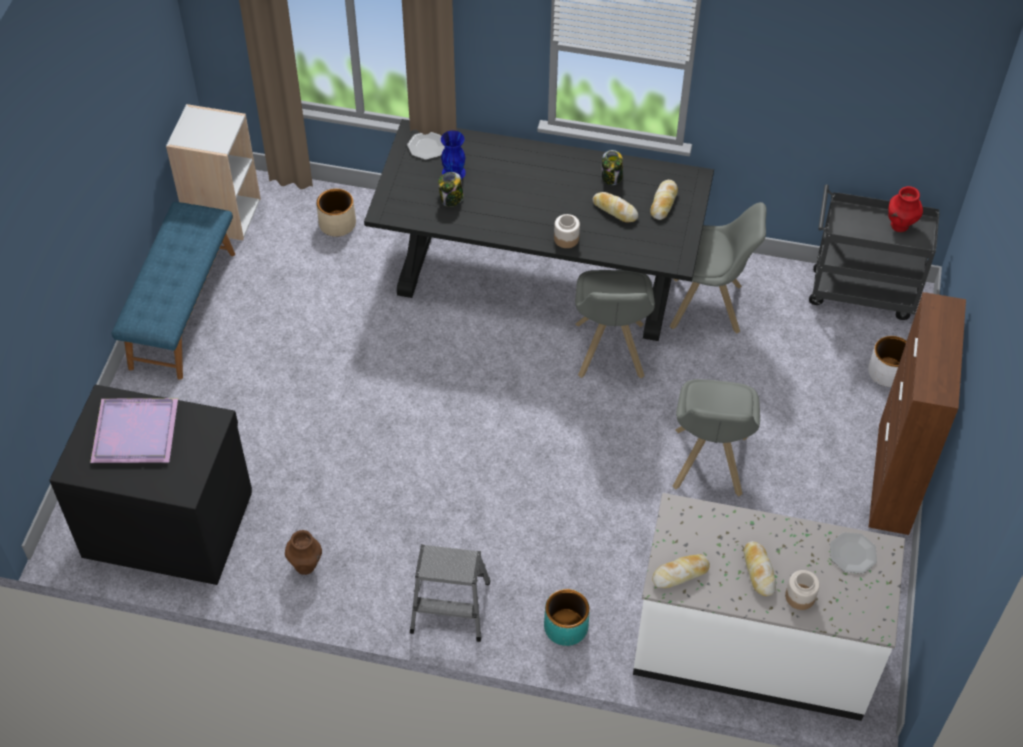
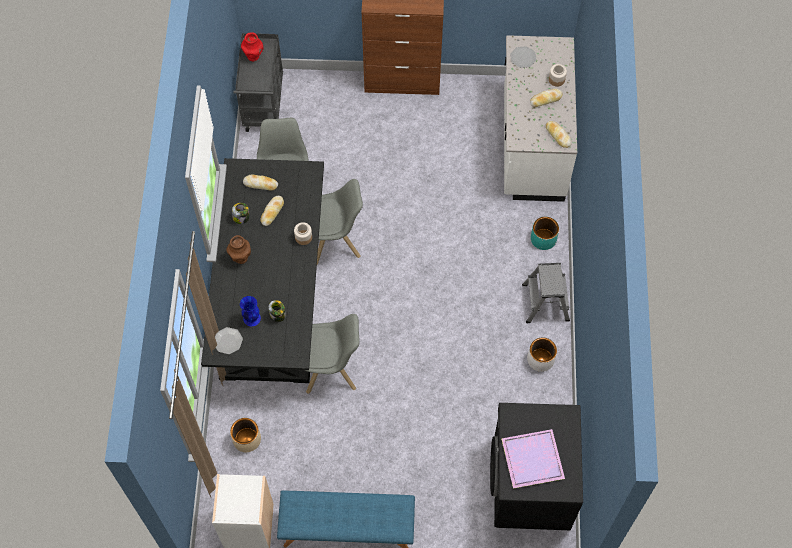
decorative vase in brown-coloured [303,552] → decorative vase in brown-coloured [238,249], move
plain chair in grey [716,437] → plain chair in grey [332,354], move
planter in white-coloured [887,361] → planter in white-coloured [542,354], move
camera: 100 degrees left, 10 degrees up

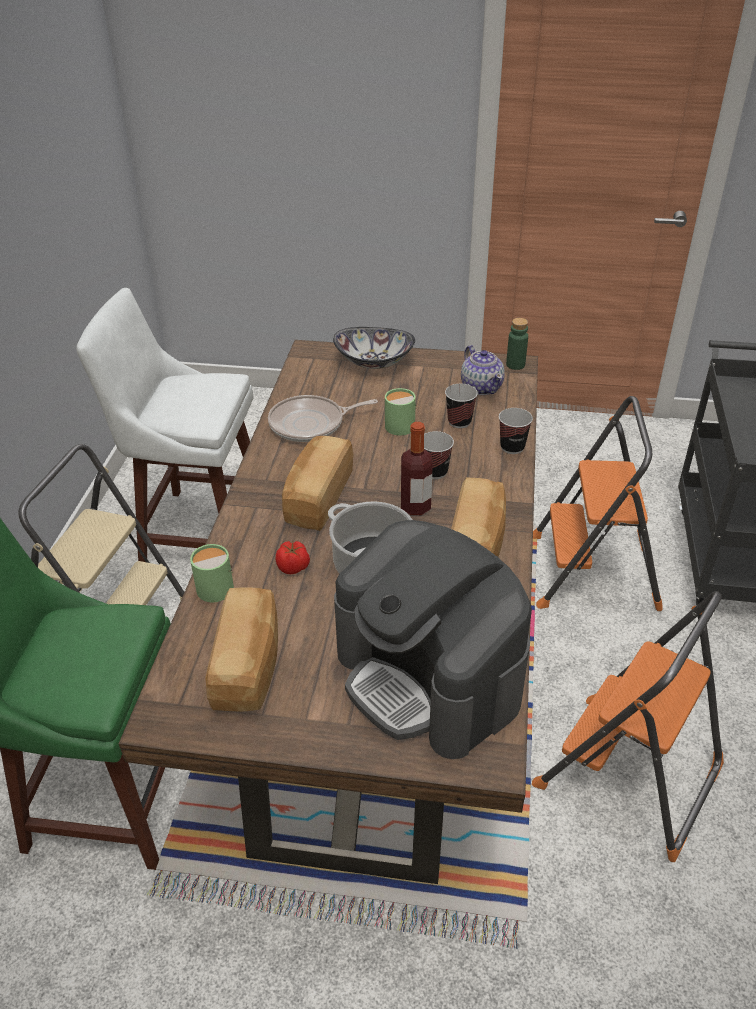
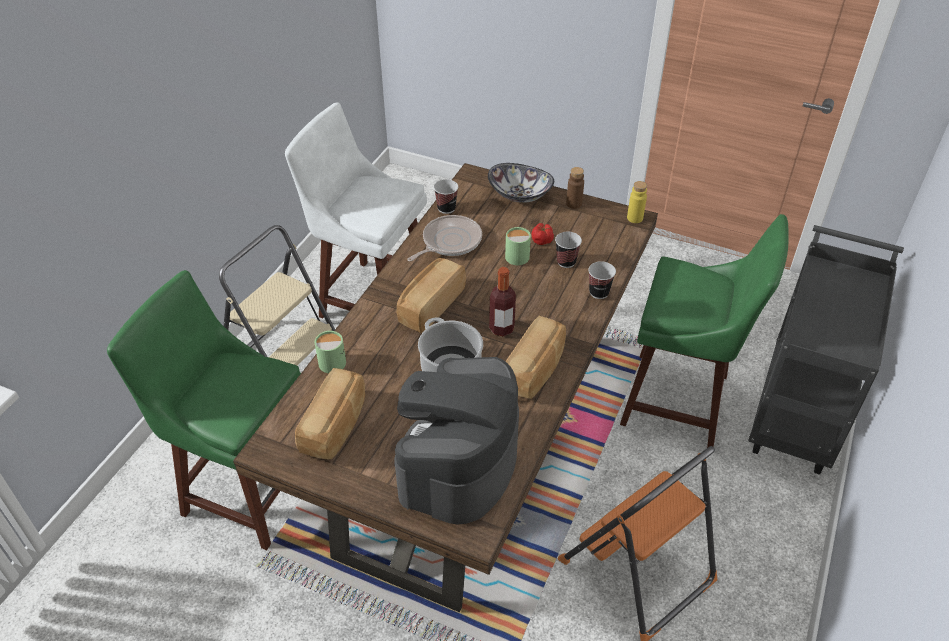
coffee brewer [433,639] → coffee brewer [456,441], 45 degrees clockwise
frying pan [323,418] → frying pan [444,238], 135 degrees clockwise
drinking cup [439,455] → drinking cup [446,196], move
tomato [293,557] → tomato [543,234], move
- → beverage bottle in brown-coloured [575,188]
step stool in orange [598,503] → plain chair in green-coloured [704,331]
beverage bottle in green-coloured [517,344] → beverage bottle in yellow-coloured [637,202]
pot for tea [483,370] → -
camera: 15 degrees right, 5 degrees up

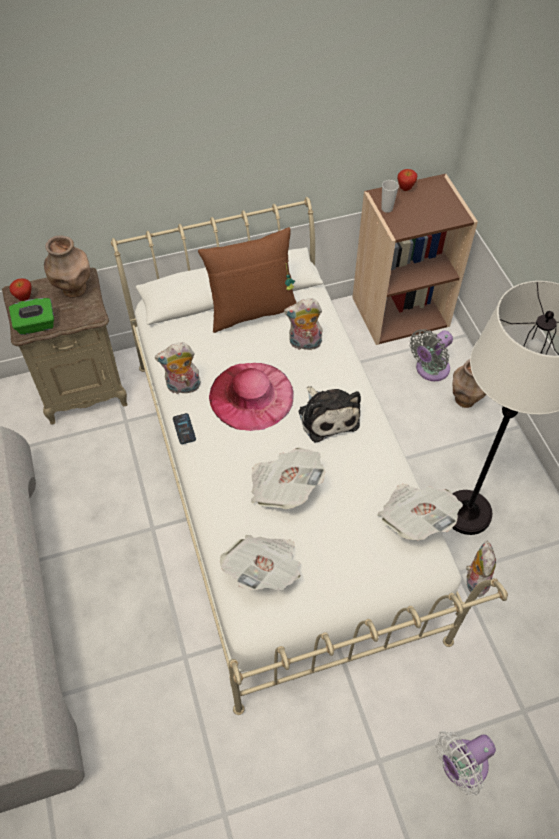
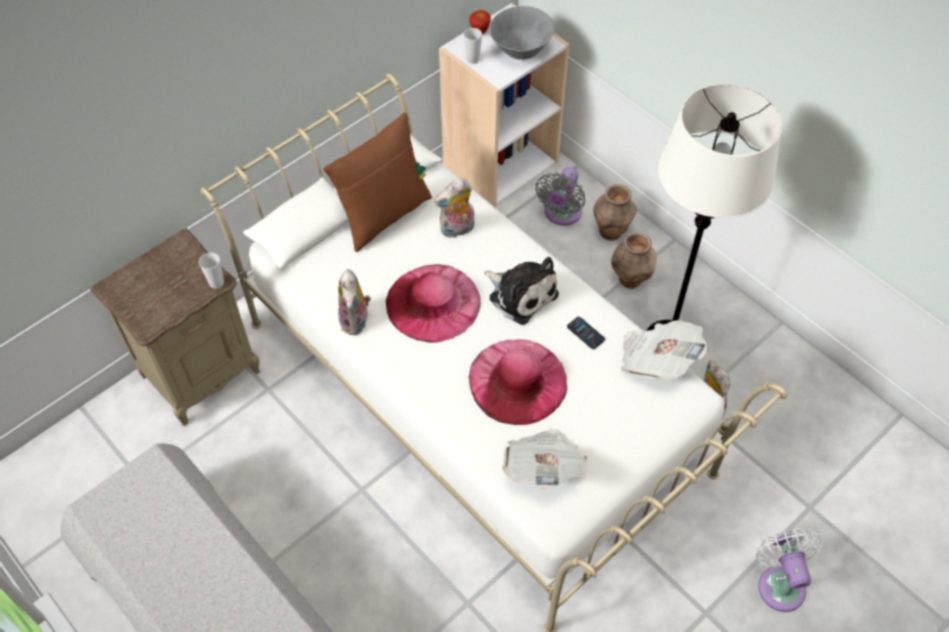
- → drinking cup [211,271]
plush toy [178,368] → plush toy [354,302], 60 degrees counterclockwise
bookshelf in brown-coloured [415,259] → bookshelf in white-coloured [504,105]
printed paper [288,478] → hat in pink [518,382]
- → serving bowl in grey [522,33]
telephone [184,428] → telephone [586,333], move
decorative vase in brown-coloured [67,267] → decorative vase in brown-coloured [634,260], move
electric fan in white-coloured [465,763] → electric fan in white-coloured [789,570], 135 degrees clockwise
apple [20,290] → -
tissue box in green-coloured [31,316] → -
camera: 25 degrees left, 0 degrees up

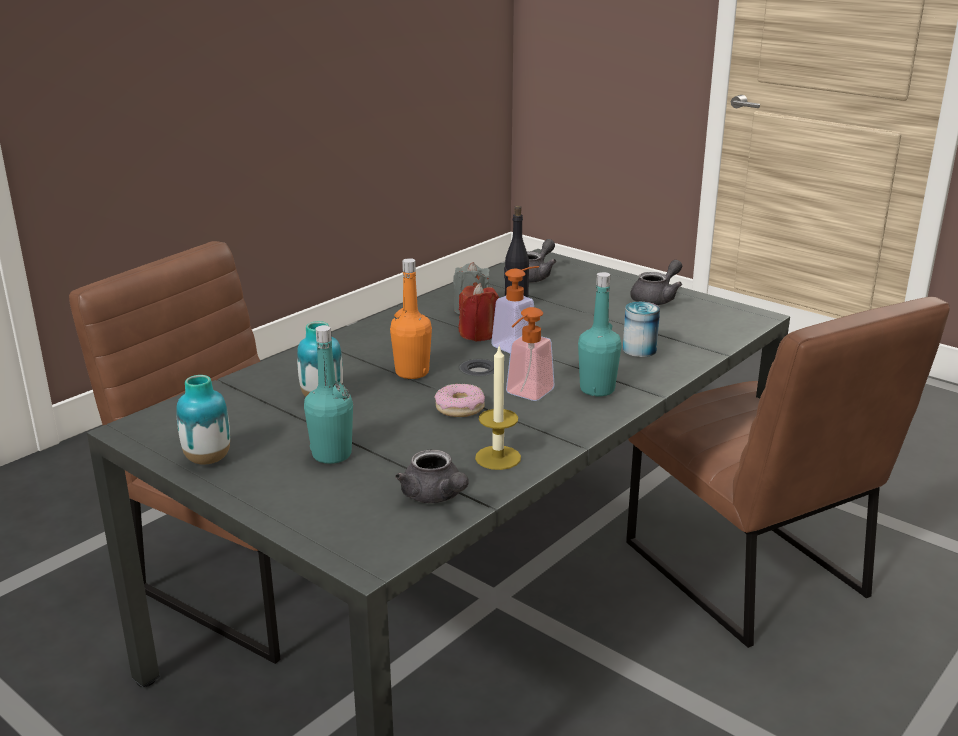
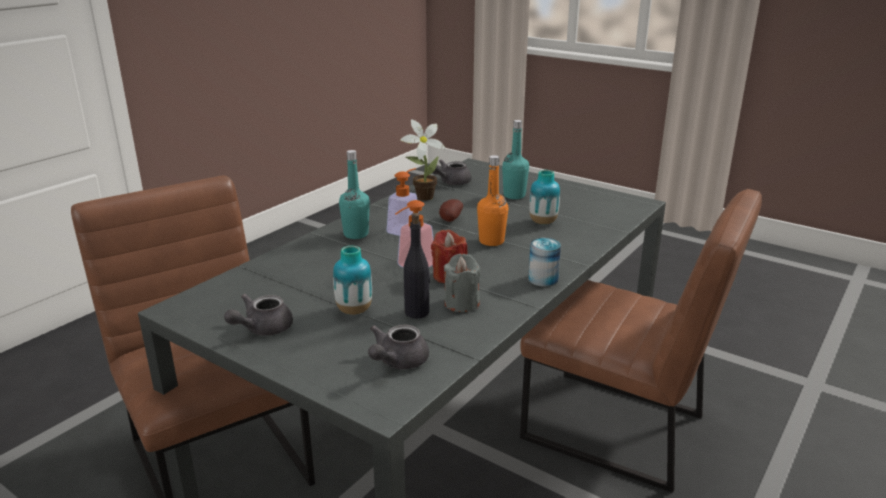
decorative vase [203,420] → decorative vase [352,280], move
candle [498,408] → plant in a pot [423,159]
pot for tea in grey [432,476] → pot for tea in grey [452,172], 90 degrees counterclockwise
donut [459,400] → spud [451,210]
can [641,329] → can [544,262], move
camera: 175 degrees right, 0 degrees up

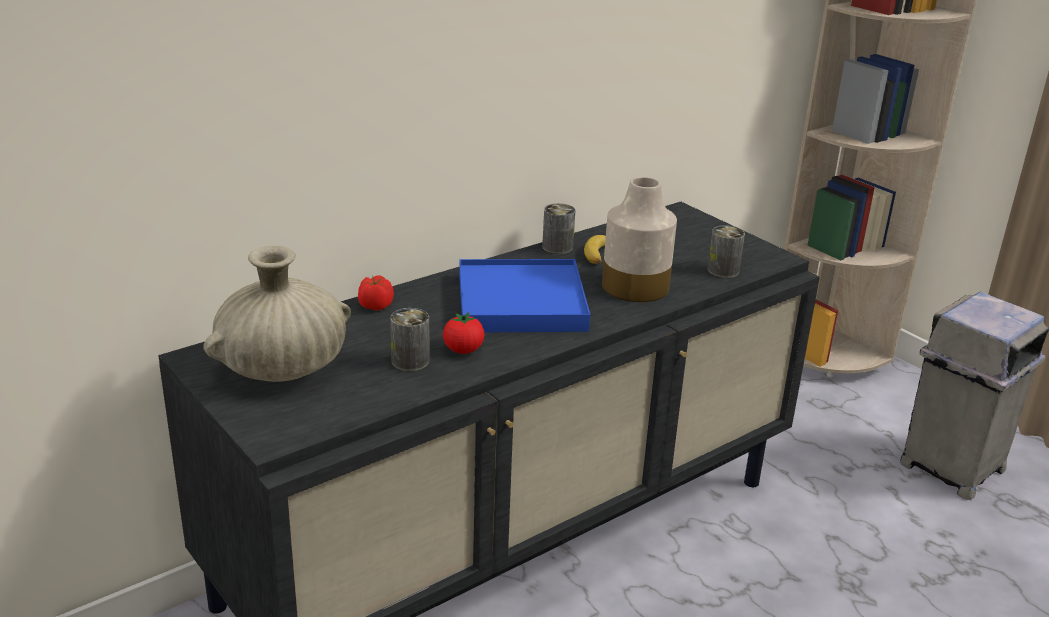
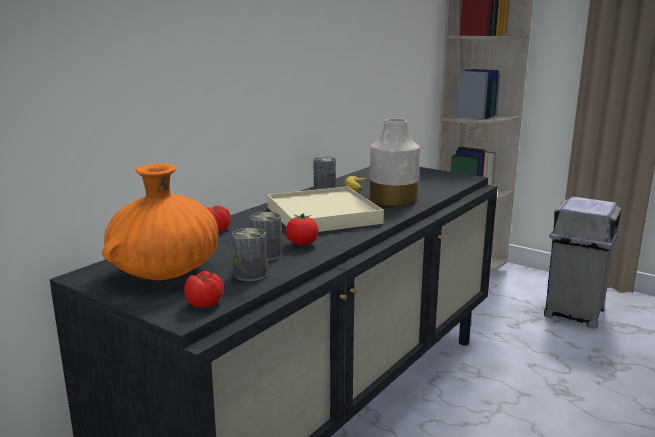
decorative vase in sand-coloured [277,314] → decorative vase in orange [160,221]
- → tomato [203,289]
can [726,251] → can [249,254], move
carrying tray in bluish [524,295] → carrying tray in sand-coloured [325,209]
camera: 15 degrees left, 10 degrees down

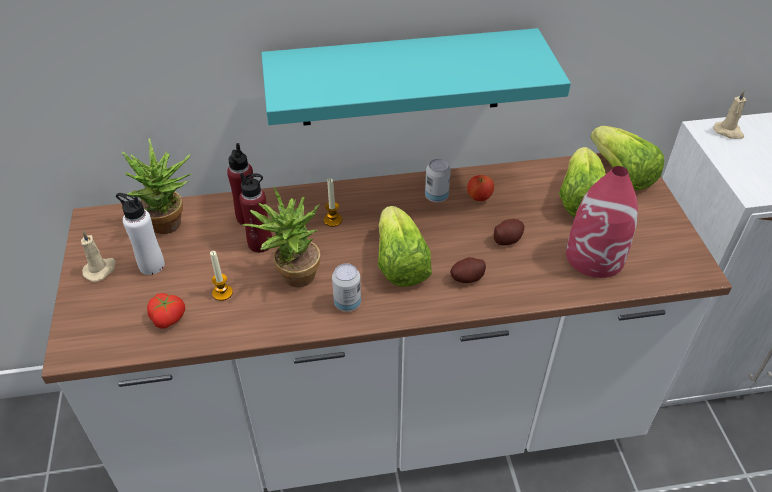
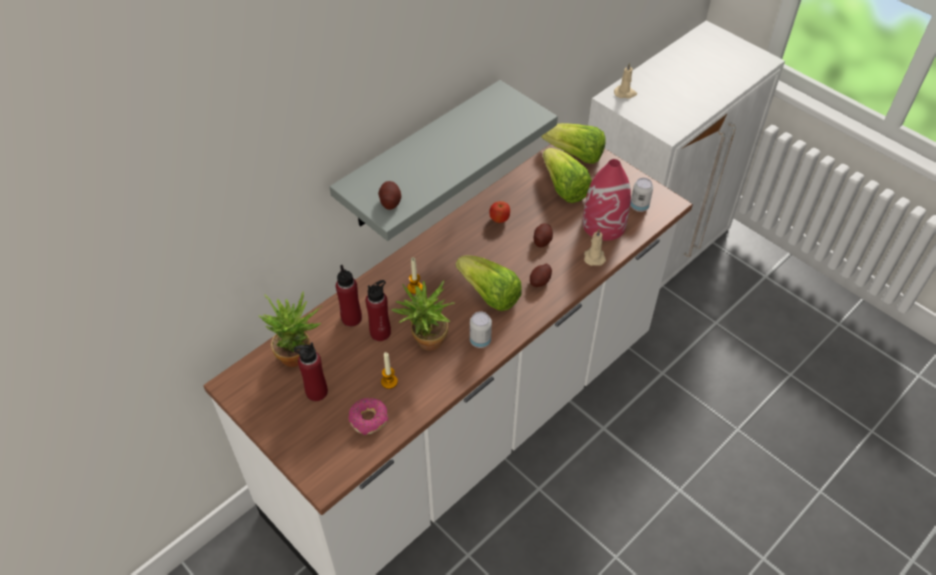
beverage bottle in white-coloured [140,234] → beverage bottle in red-coloured [311,371]
shelf in turquoise [416,77] → shelf in grey [443,160]
tomato [166,311] → donut [368,416]
- → spud [389,195]
candle in sand-coloured [98,256] → candle in sand-coloured [595,247], move
can [438,180] → can [641,195], move
camera: 35 degrees left, 5 degrees up

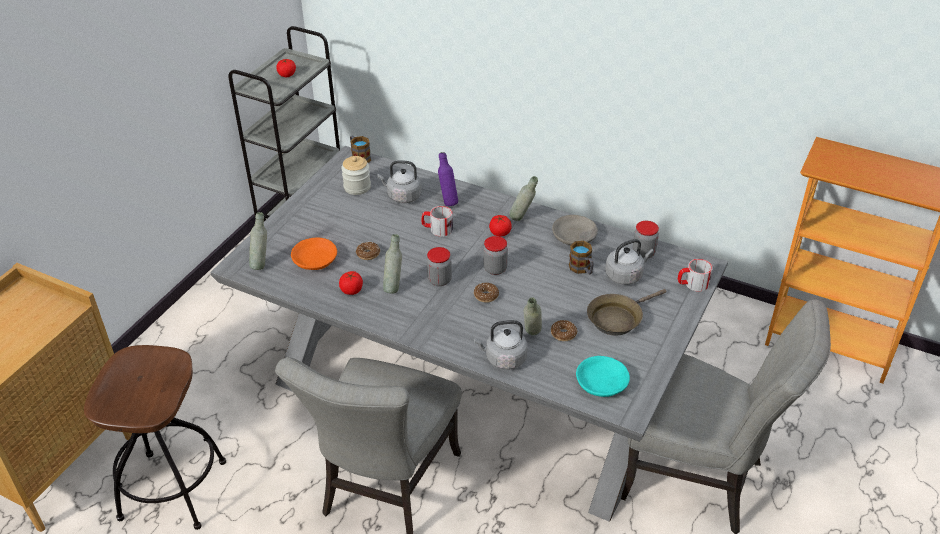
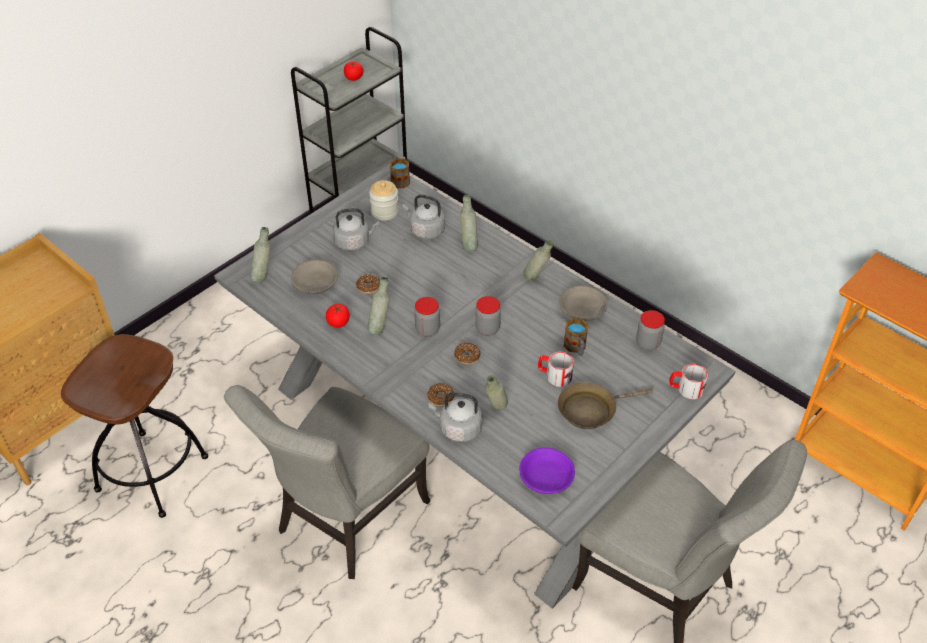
serving bowl in orange [314,254] → serving bowl in grey [314,277]
tea kettle in grey [629,262] → tea kettle in grey [356,229], move
donut [564,330] → donut [440,394], move
beverage bottle in purplish [448,179] → beverage bottle in grey [469,223]
serving bowl in turquoise [603,376] → serving bowl in purplish [547,471]
coffee mug [437,221] → coffee mug [556,369], move
tomato [500,226] → -
camera: 15 degrees right, 5 degrees up

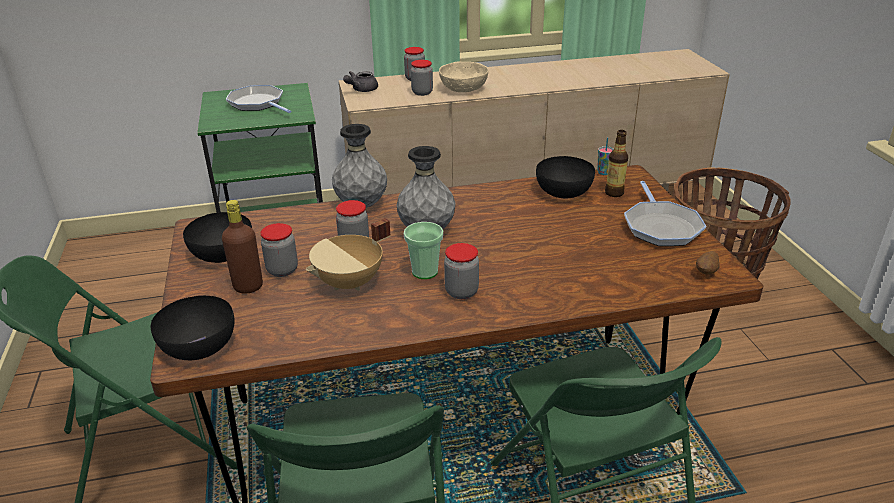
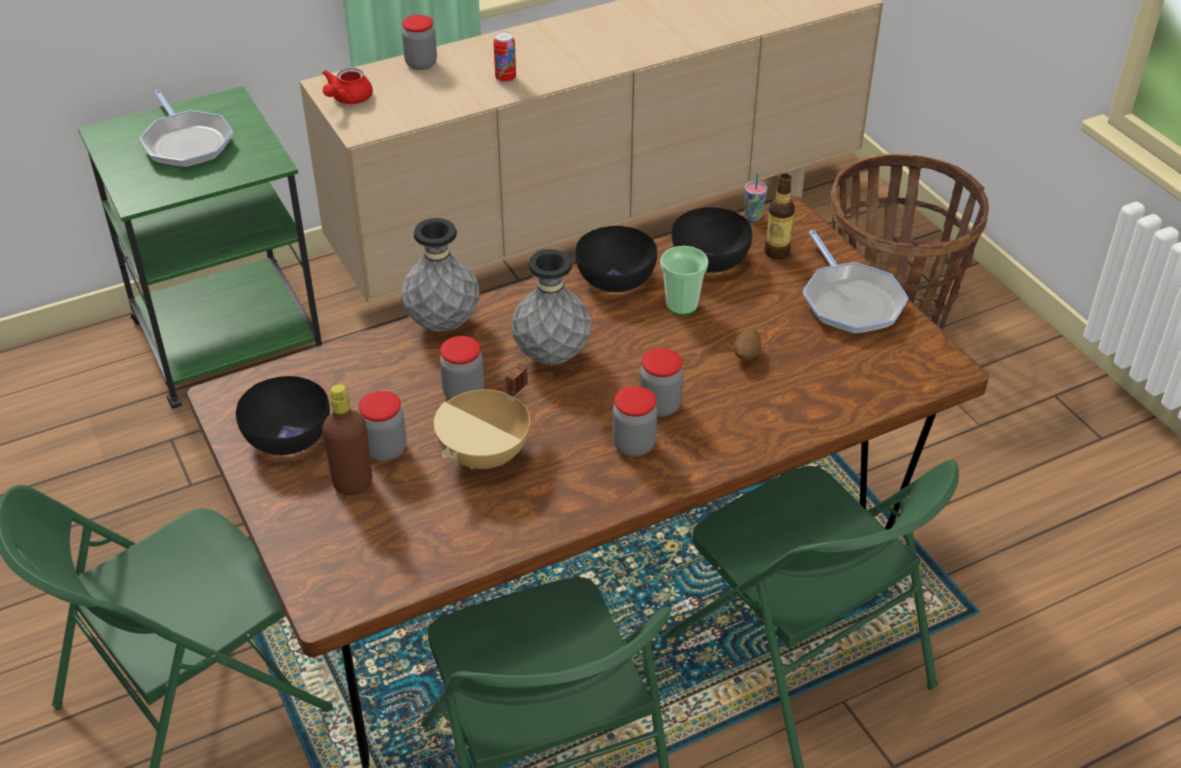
frying pan [259,99] → frying pan [186,129], 150 degrees counterclockwise
pot for tea in grey [360,81] → pot for tea in red-coloured [347,86]
serving bowl in sand-coloured [463,76] → can [505,57]
serving bowl in blackish [192,328] → serving bowl in blackish [616,259], move
jar [422,78] → jar [661,382], move
drinking cup [423,250] → drinking cup [684,280], move
spud [708,263] → spud [747,343], move
camera: 15 degrees left, 10 degrees up

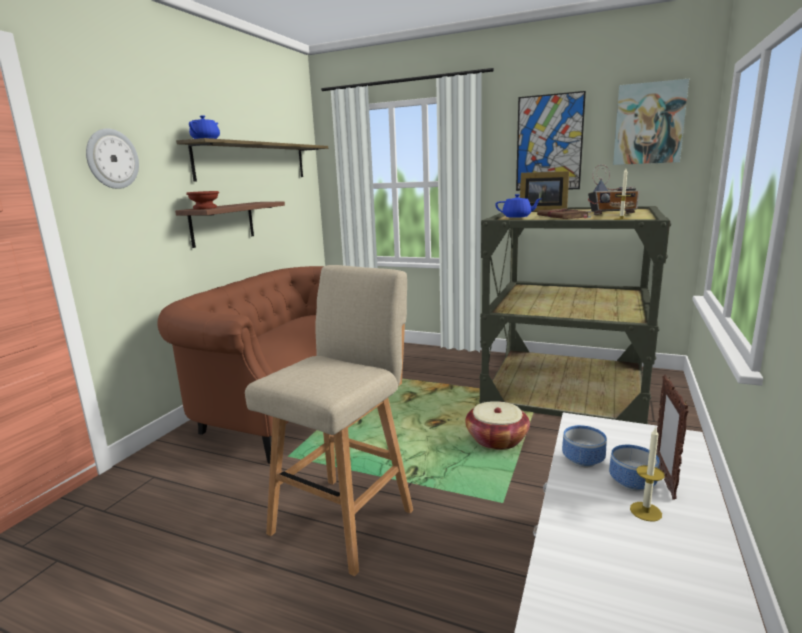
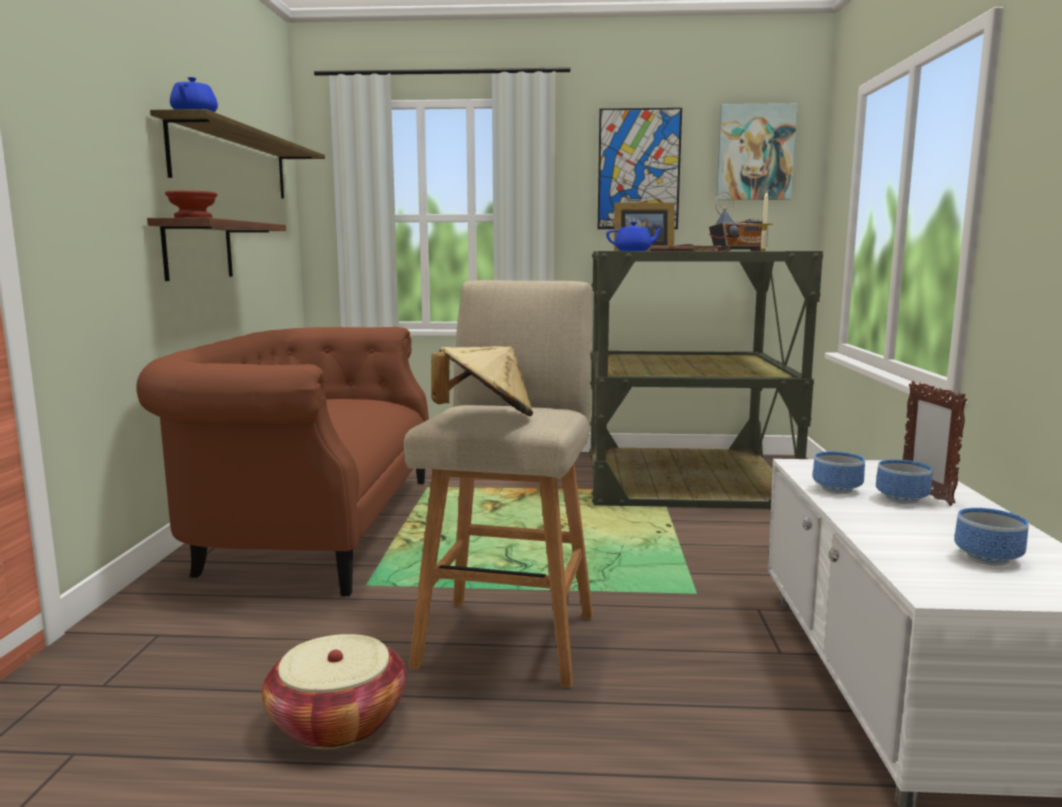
storage basket [497,425] → storage basket [334,691], move
- → hat in sand-coloured [482,381]
- → serving bowl [991,537]
clock on the wall [112,158] → -
candle [647,474] → -
camera: 20 degrees left, 5 degrees down

